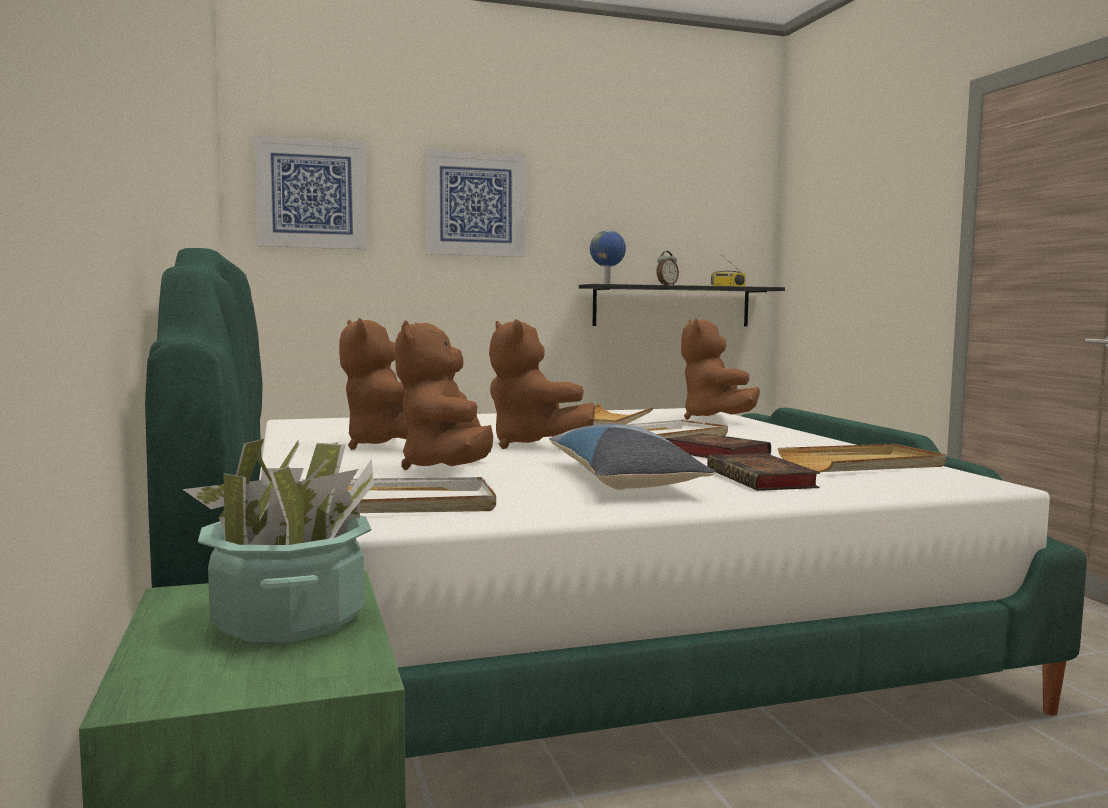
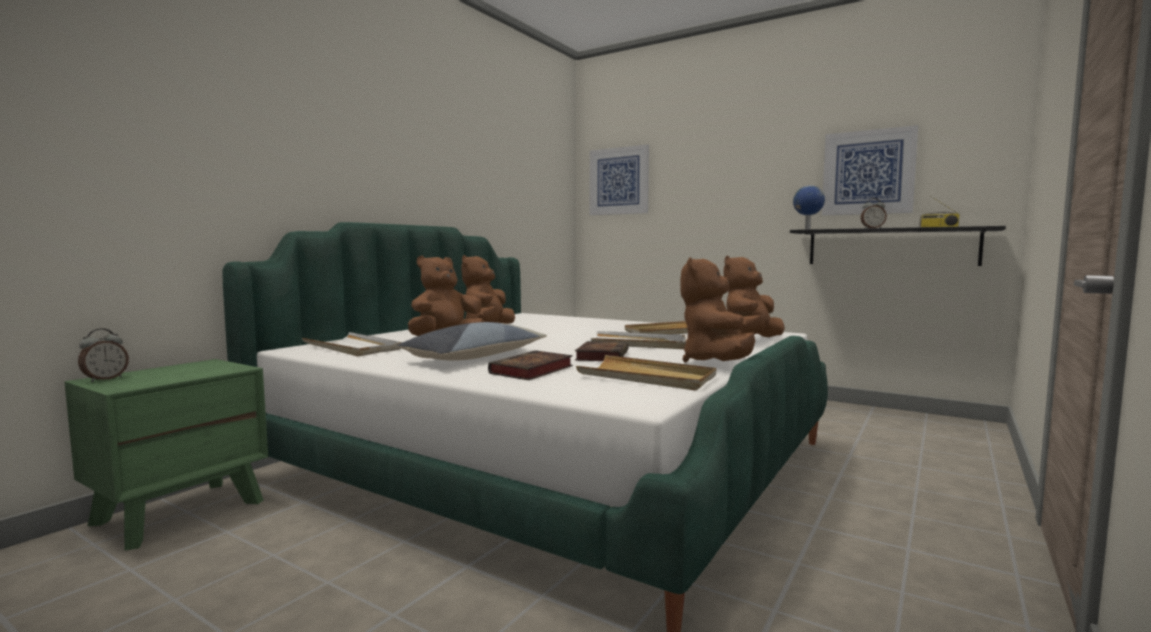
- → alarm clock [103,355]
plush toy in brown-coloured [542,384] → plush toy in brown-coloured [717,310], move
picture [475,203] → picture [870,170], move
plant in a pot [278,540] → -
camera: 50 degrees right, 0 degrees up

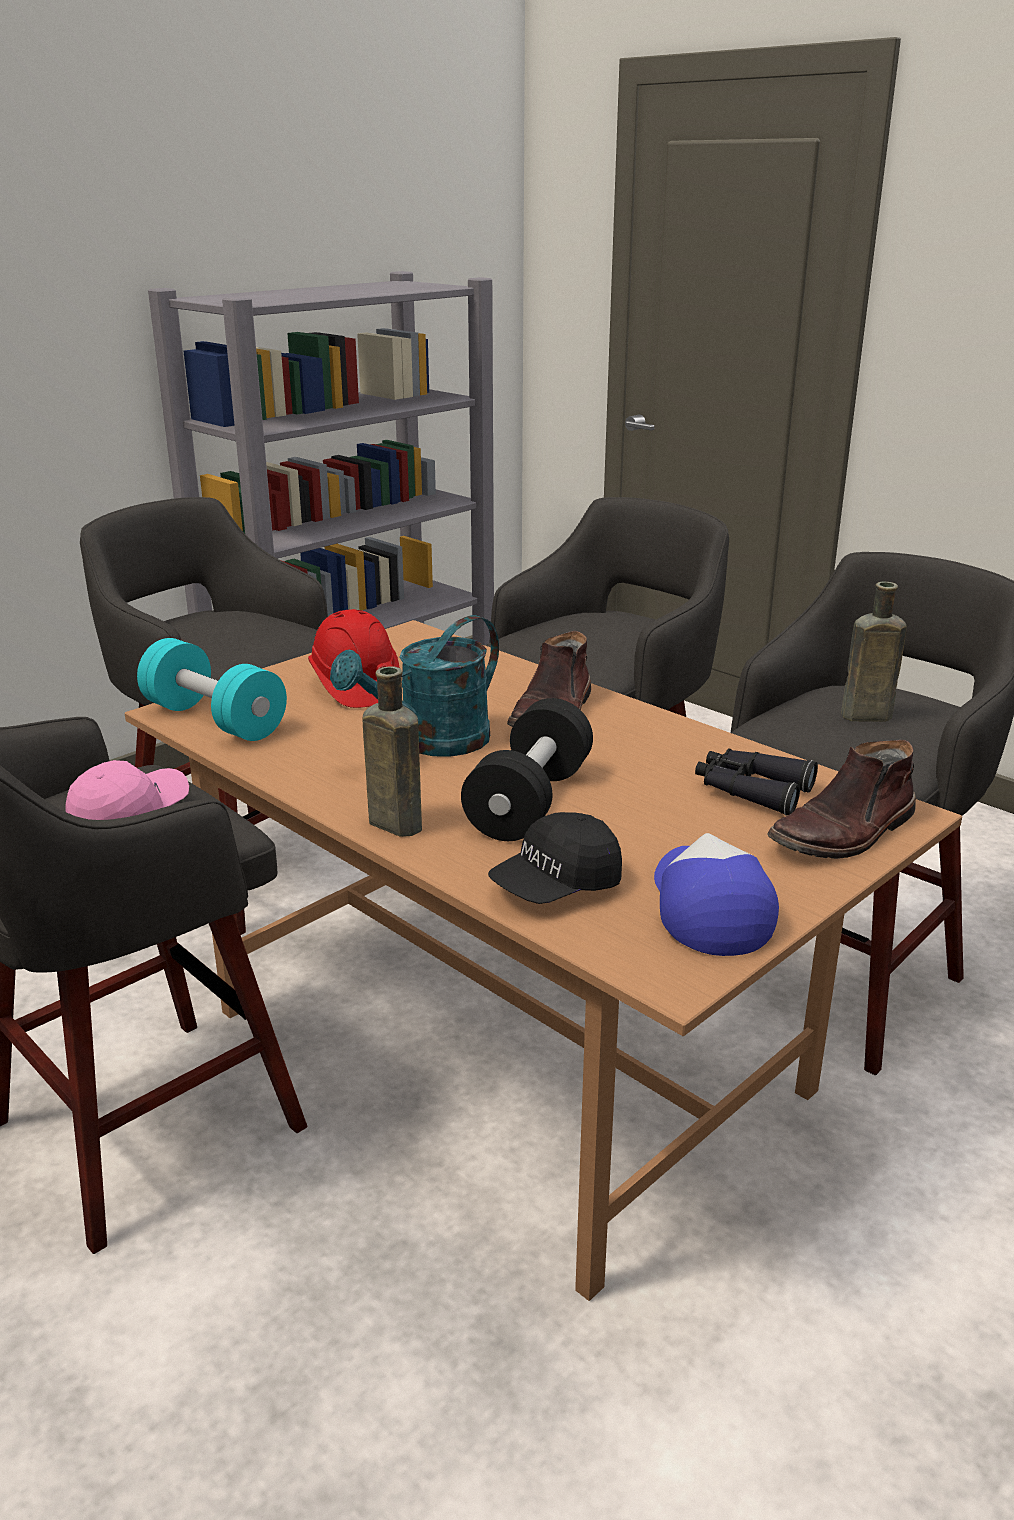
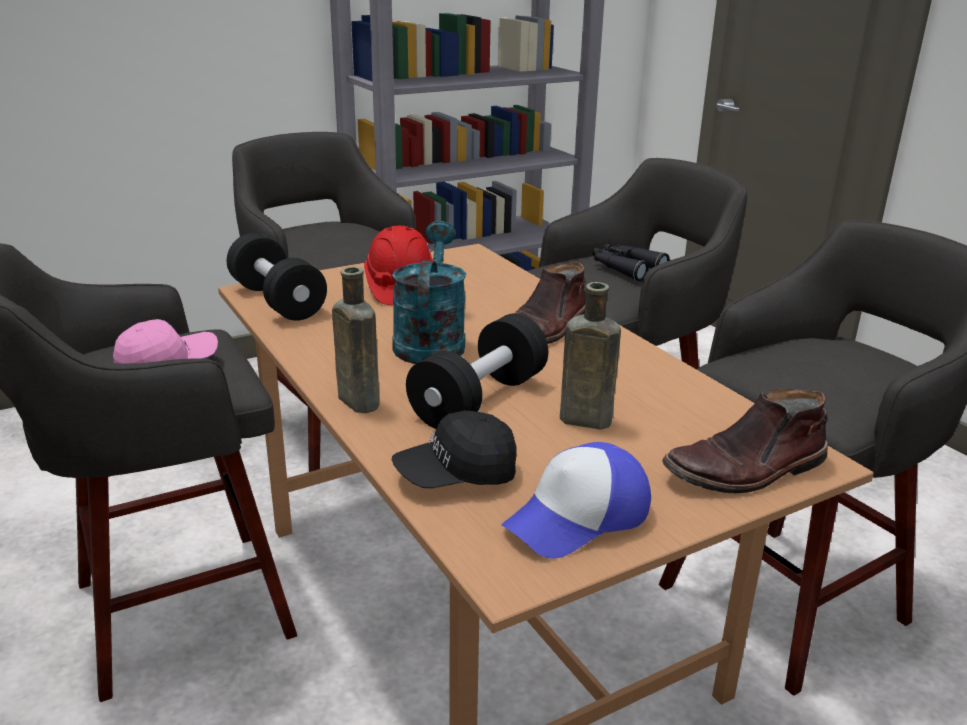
hand weight in turquoise [212,689] → hand weight in blackish [277,277]
watering can in turquoise [414,686] → watering can in turquoise [429,292], 120 degrees clockwise
baseball cap [716,894] → baseball cap [576,500], 135 degrees counterclockwise
beverage bottle in brown-coloured [874,651] → beverage bottle in brown-coloured [590,356], move
field glasses in blackish [756,782] → field glasses in blackish [631,262], move
camera: 15 degrees right, 0 degrees up

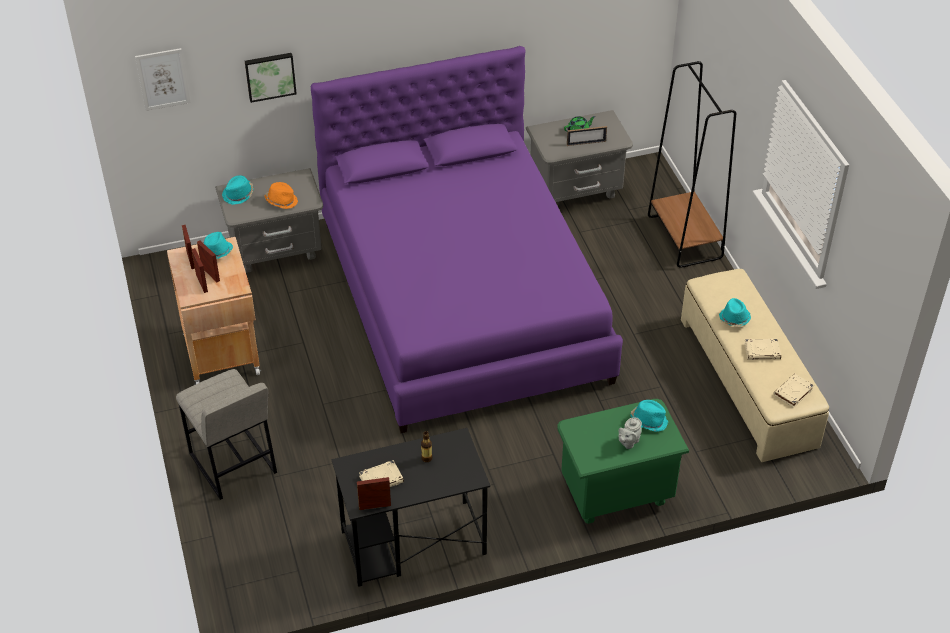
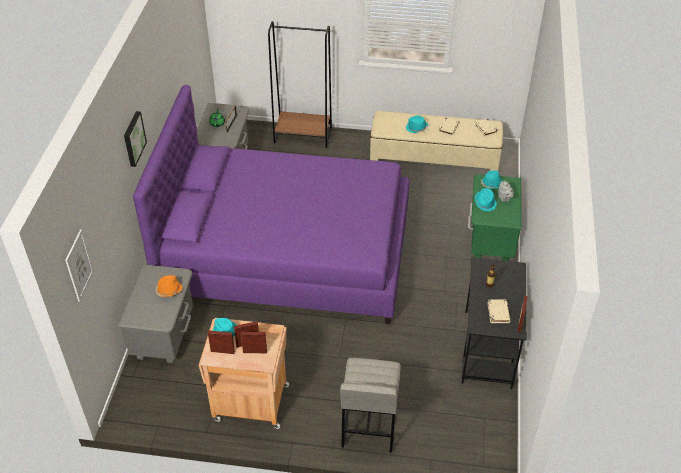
picture [271,78] → picture [135,139], move
plain chair in grey [226,434] → plain chair in grey [370,405], 105 degrees clockwise
hat in turquoise [237,190] → hat in turquoise [486,199], move
camera: 65 degrees left, 0 degrees up

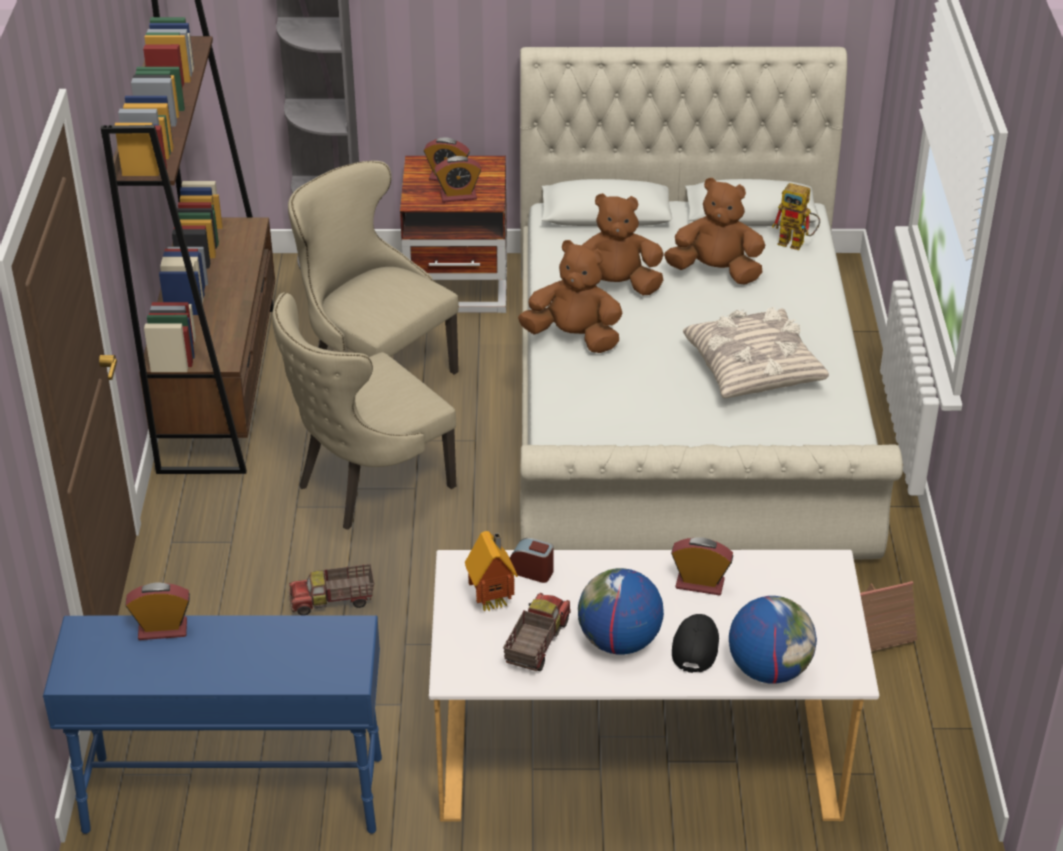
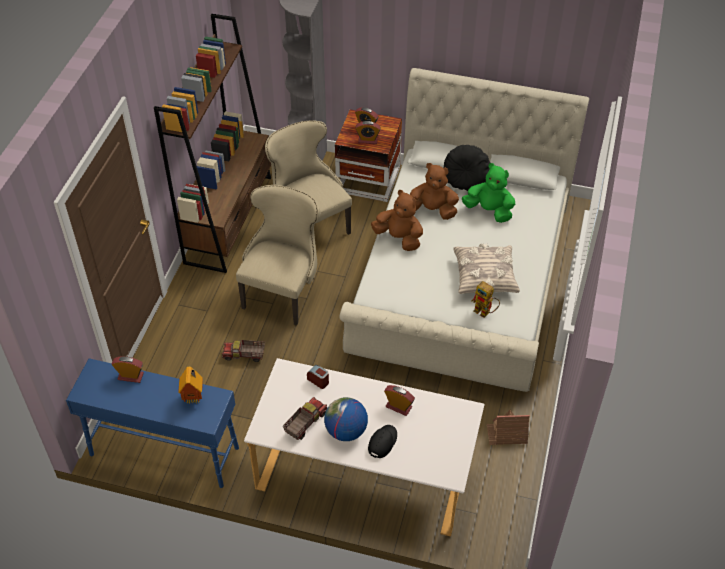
model house [491,571] → model house [190,385], move
plain chair in sand-coloured [364,411] → plain chair in sand-coloured [278,255], 135 degrees clockwise
- → pillow in blackish [467,168]
plush toy in brown-coloured [714,231] → plush toy in green-coloured [488,193]
robot figure [796,216] → robot figure [486,299], move
globe [773,640] → -
camera: 15 degrees right, 10 degrees up

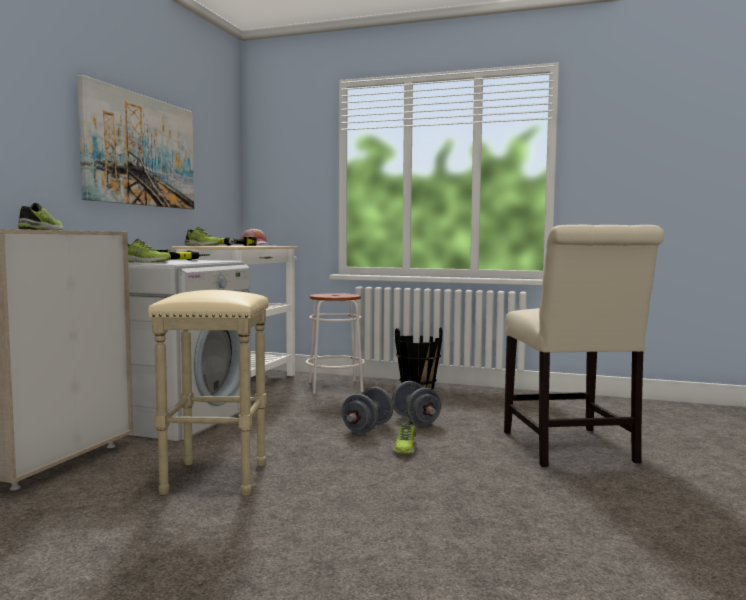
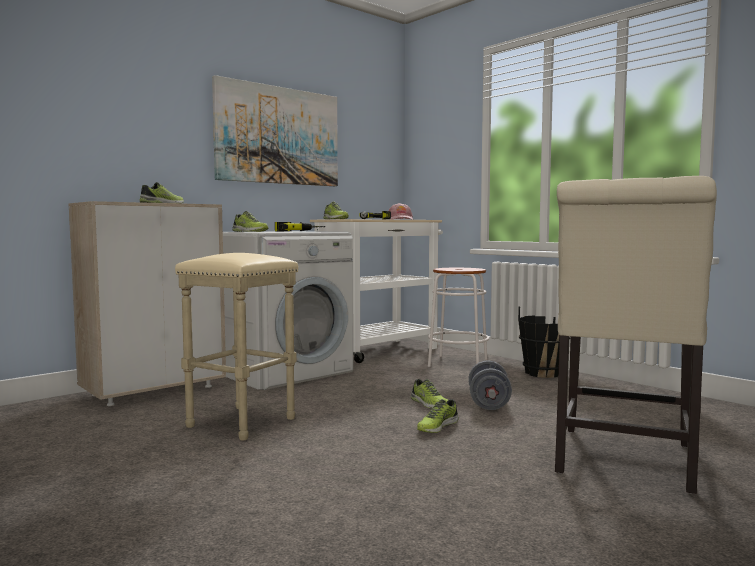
hand weight in grey [367,410] → shoe [429,393]
camera: 30 degrees right, 0 degrees up

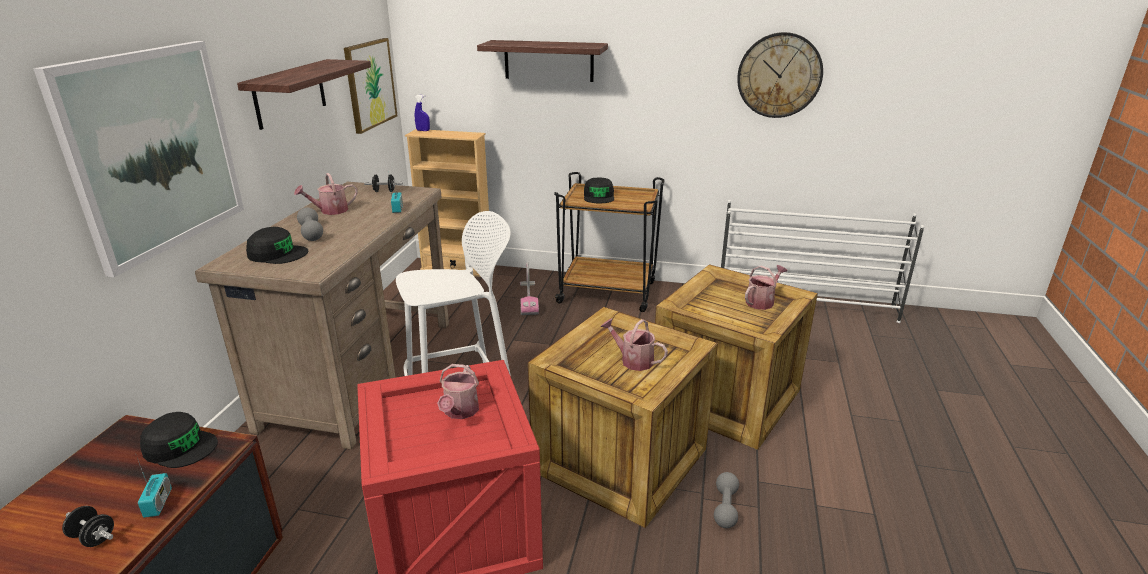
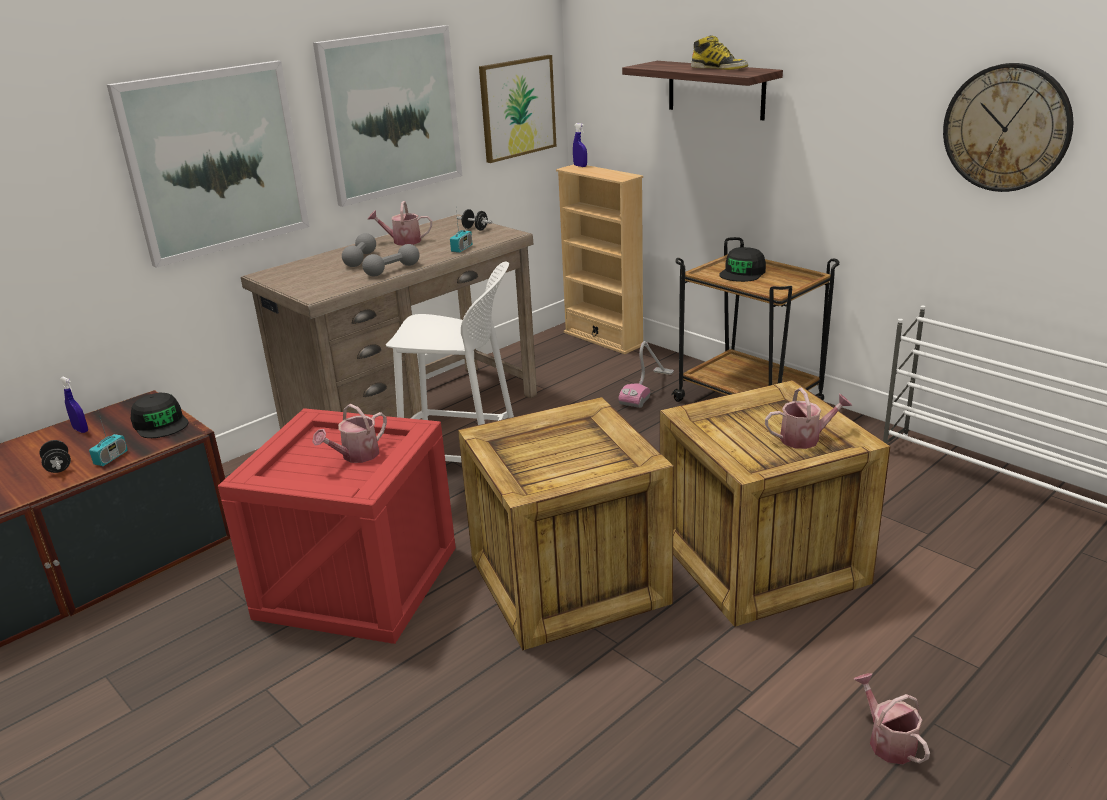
- → sprayer in bluish [74,404]
shelf [304,94] → picture [387,116]
hand weight in grey [726,500] → hand weight in grey [391,260], move
- → tall boot [719,52]
watering can [634,344] → watering can [892,718], move
baseball cap in blackish [277,245] → -
camera: 35 degrees right, 0 degrees up

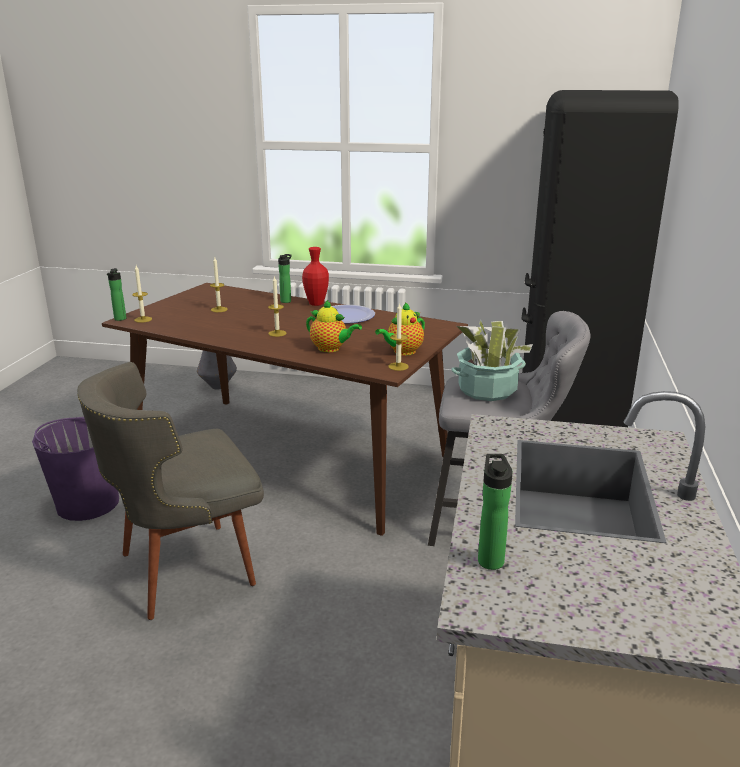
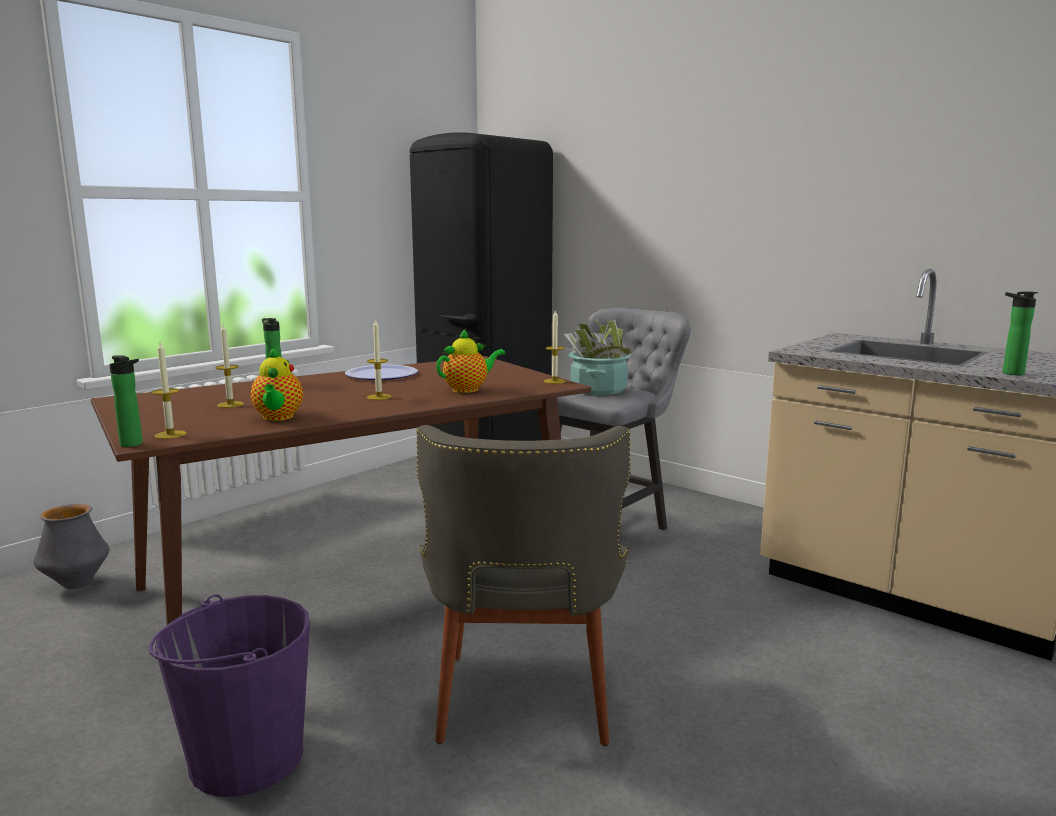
pot for tea [400,328] → pot for tea [277,384], move
decorative vase in red-coloured [315,276] → -
camera: 60 degrees left, 10 degrees down

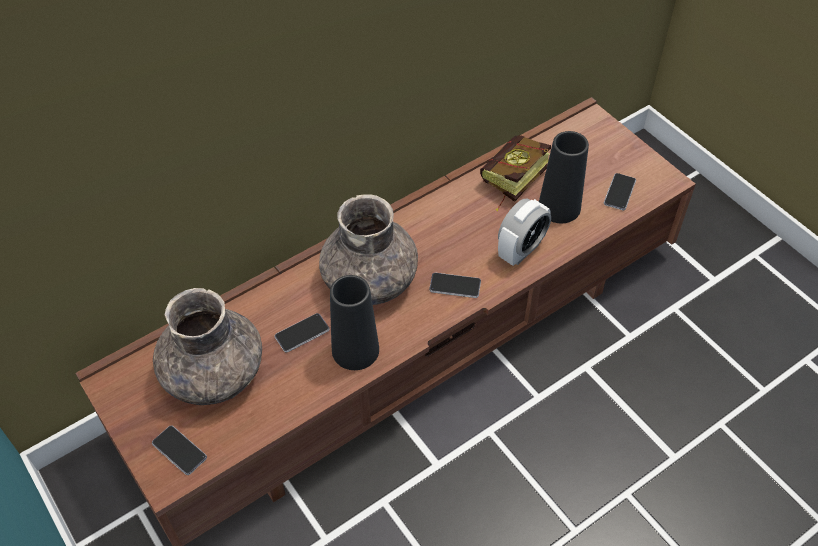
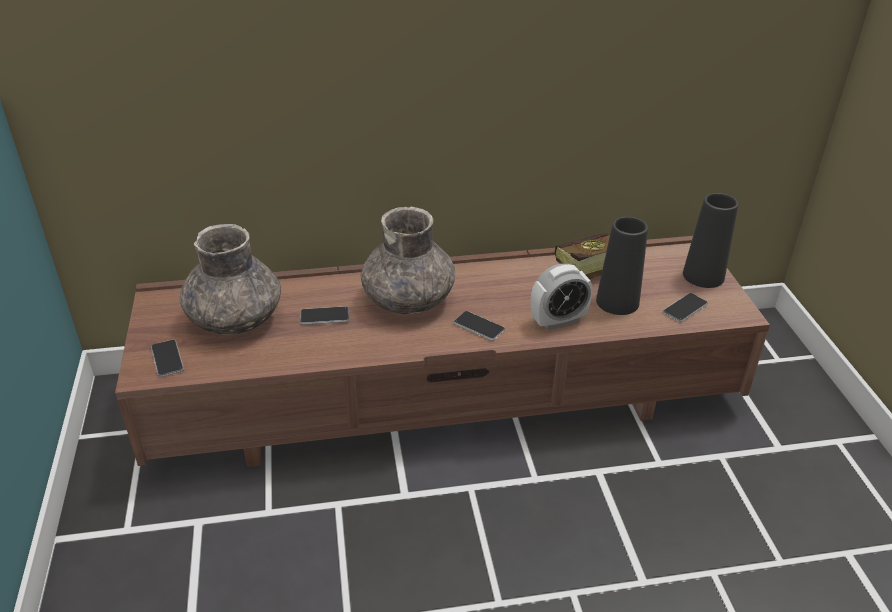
decorative vase in blackish [354,322] → decorative vase in blackish [711,240], move
camera: 25 degrees right, 15 degrees down

